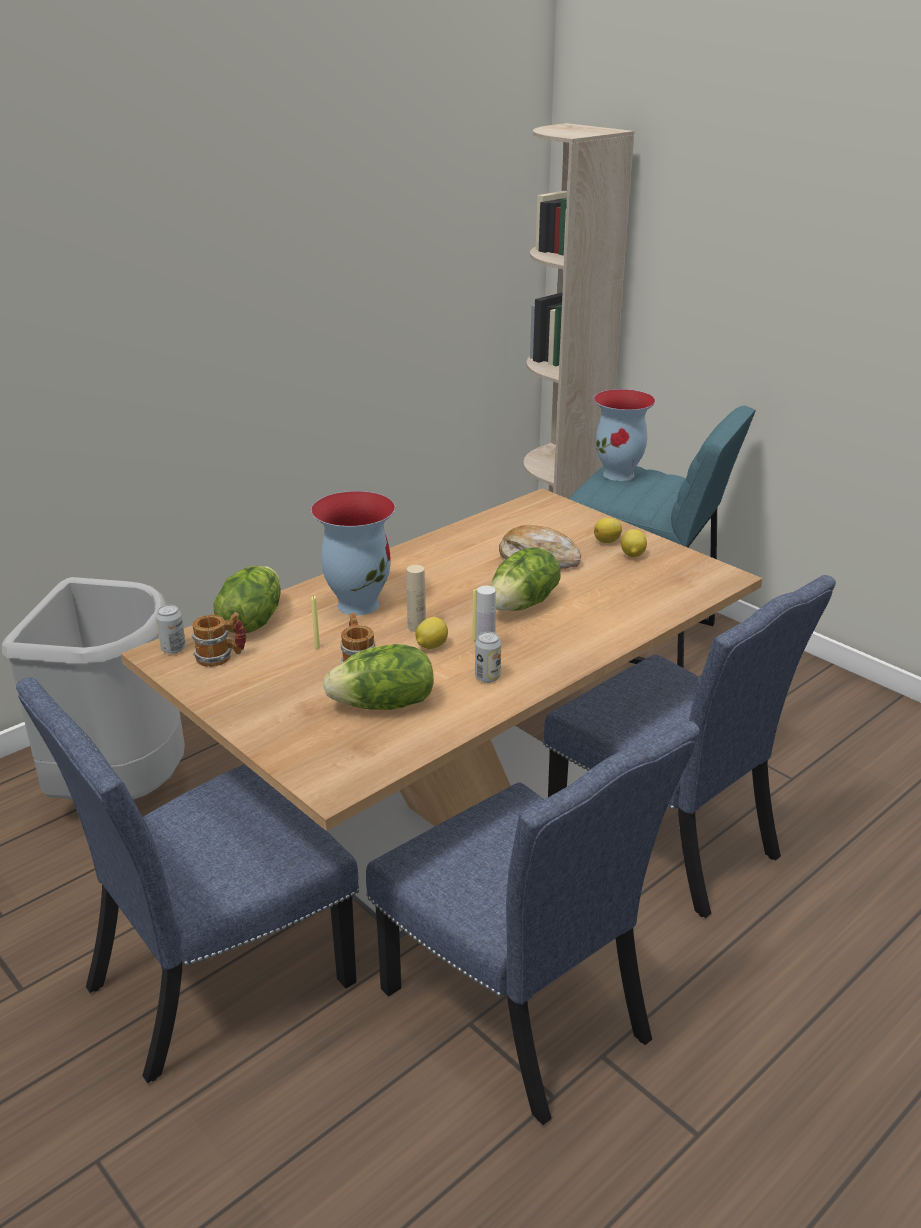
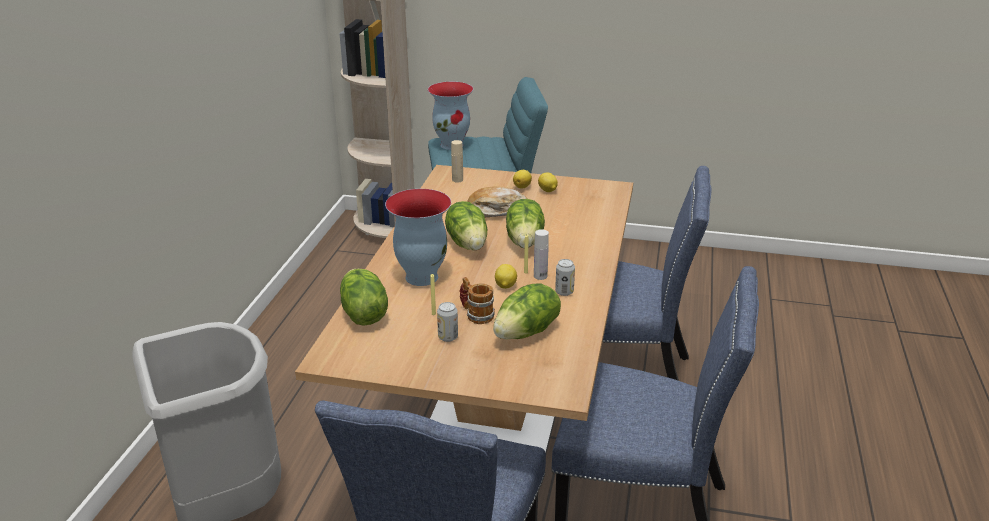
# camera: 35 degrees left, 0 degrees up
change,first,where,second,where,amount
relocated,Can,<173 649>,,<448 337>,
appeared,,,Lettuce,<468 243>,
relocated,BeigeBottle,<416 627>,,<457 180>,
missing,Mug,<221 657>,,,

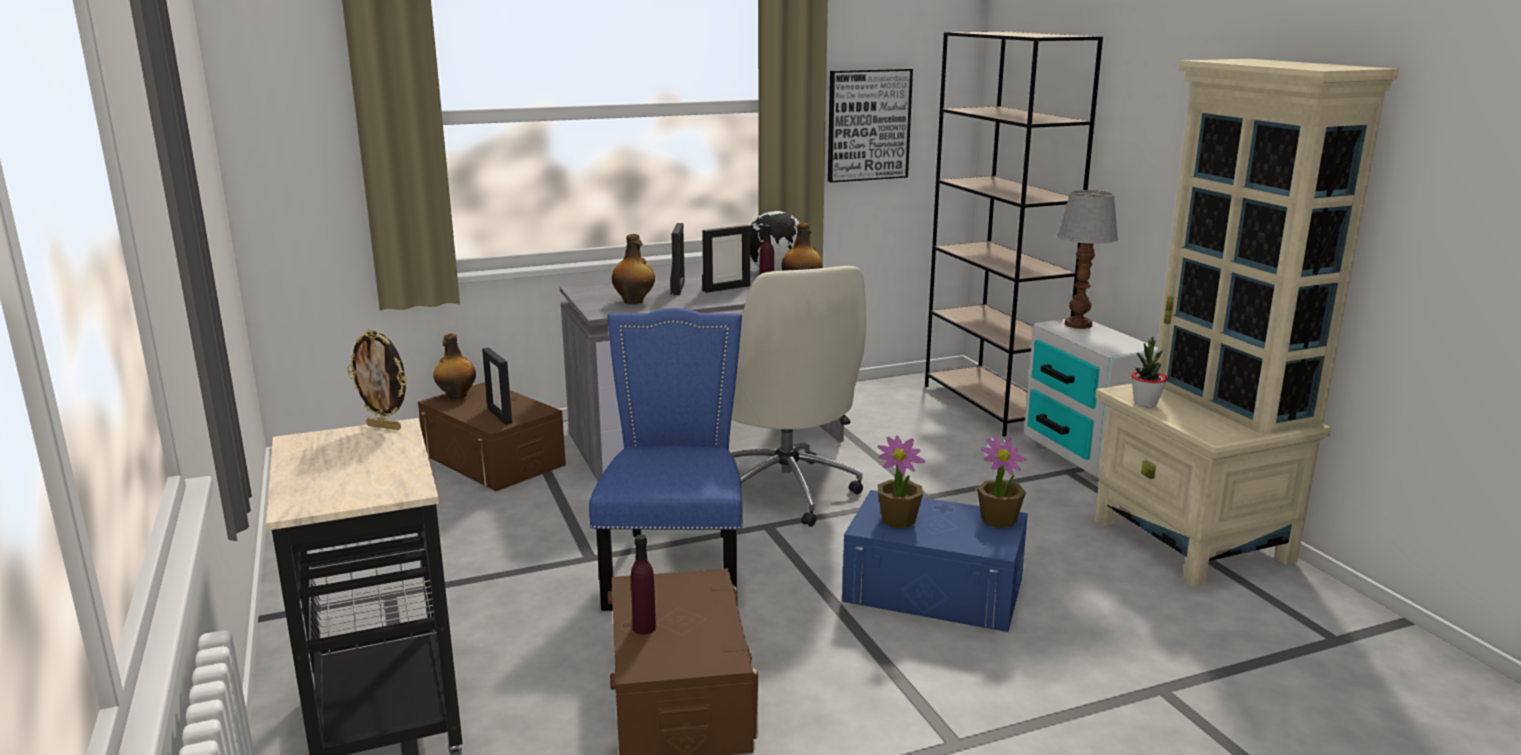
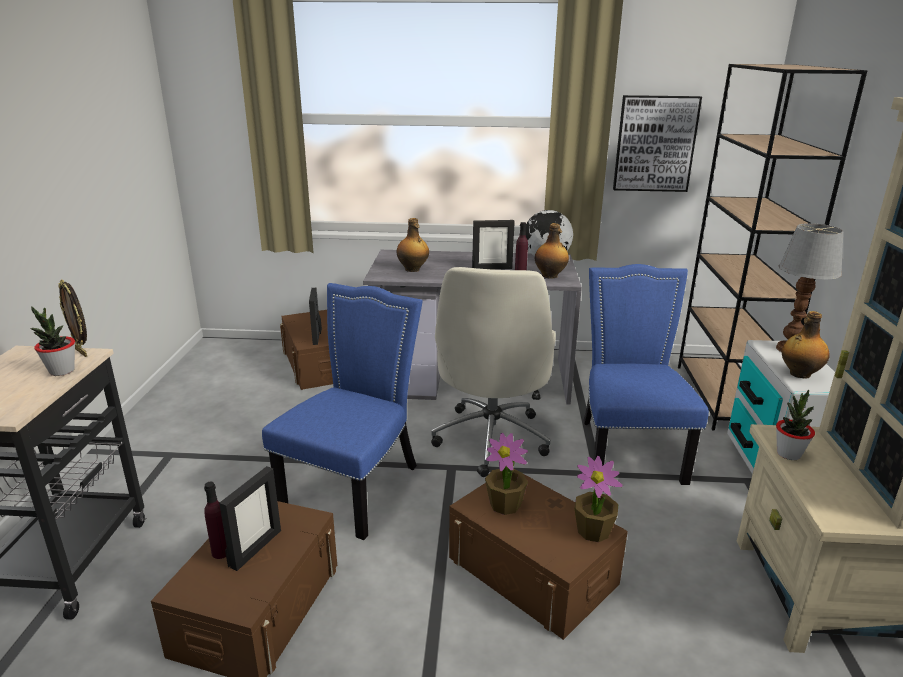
# camera: 25 degrees right, 5 degrees up
change,first,where,second,where,amount
appeared,,,PottedPlant,<61 371>,
relocated,PictureFrame,<677 288>,,<255 548>,
colour,BlueStorageBox,<934 589>,BrownStorageBox,<532 570>,
appeared,,,BlueChair,<628 453>,
relocated,Bottle,<456 396>,,<799 374>,

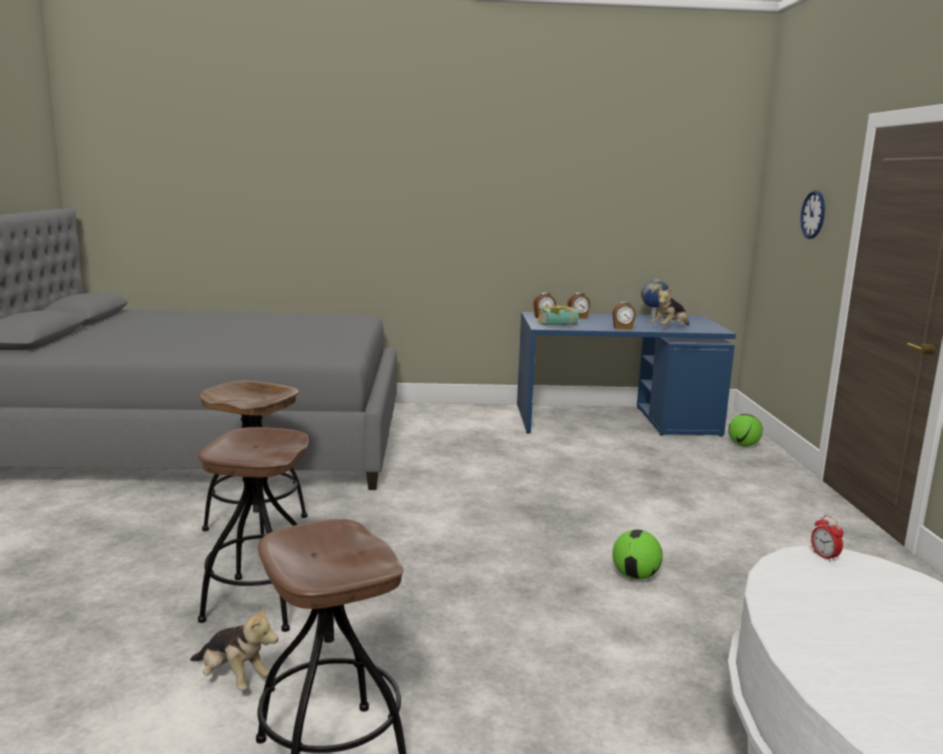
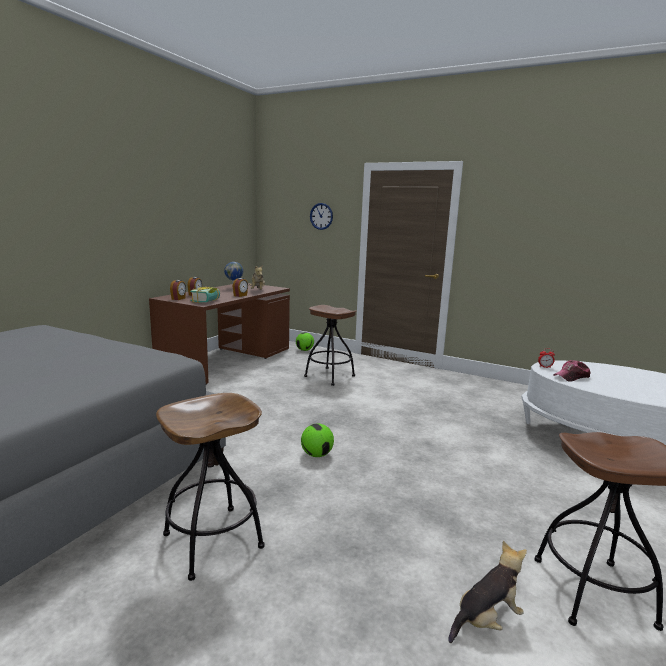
# camera: 60 degrees left, 0 degrees up
change,first,where,second,where,amount
colour,BlueDesk,<615 420>,BrownDesk,<227 359>,
relocated,Football,<635 576>,,<316 454>,
relocated,BrownStool,<261 602>,,<329 376>,
appeared,,,Cap,<571 377>,

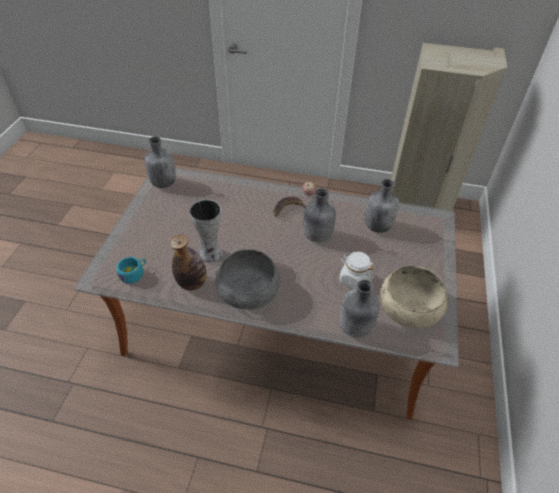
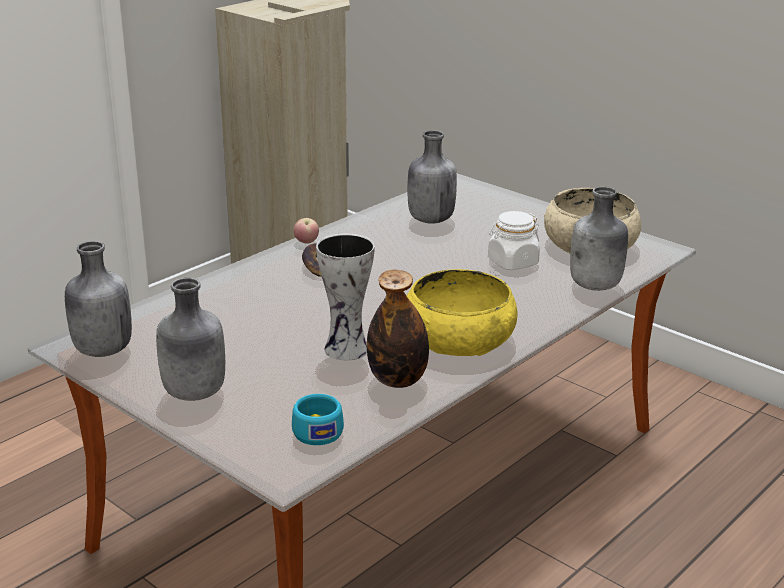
# camera: 60 degrees left, 20 degrees down
change,first,where,second,where,amount
relocated,GreyBottle,<316 236>,,<194 394>,
colour,GreyBowl,<248 290>,YellowBowl,<459 339>,

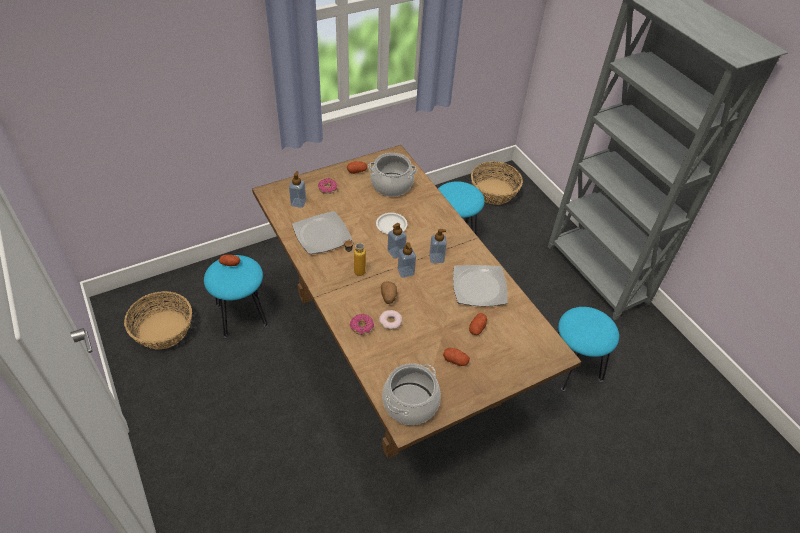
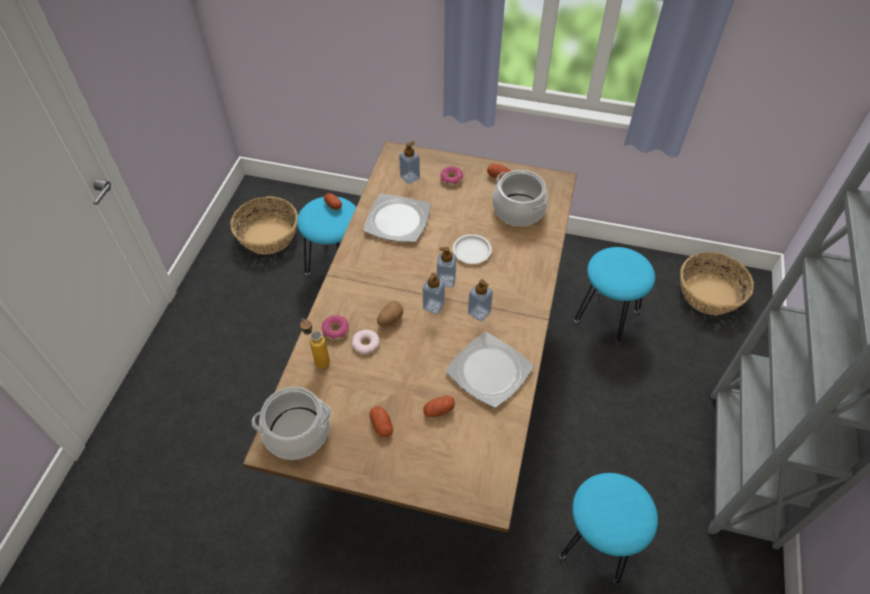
# camera: 45 degrees right, 5 degrees up
change,first,where,second,where,amount
relocated,Bottle,<354 272>,,<318 359>,

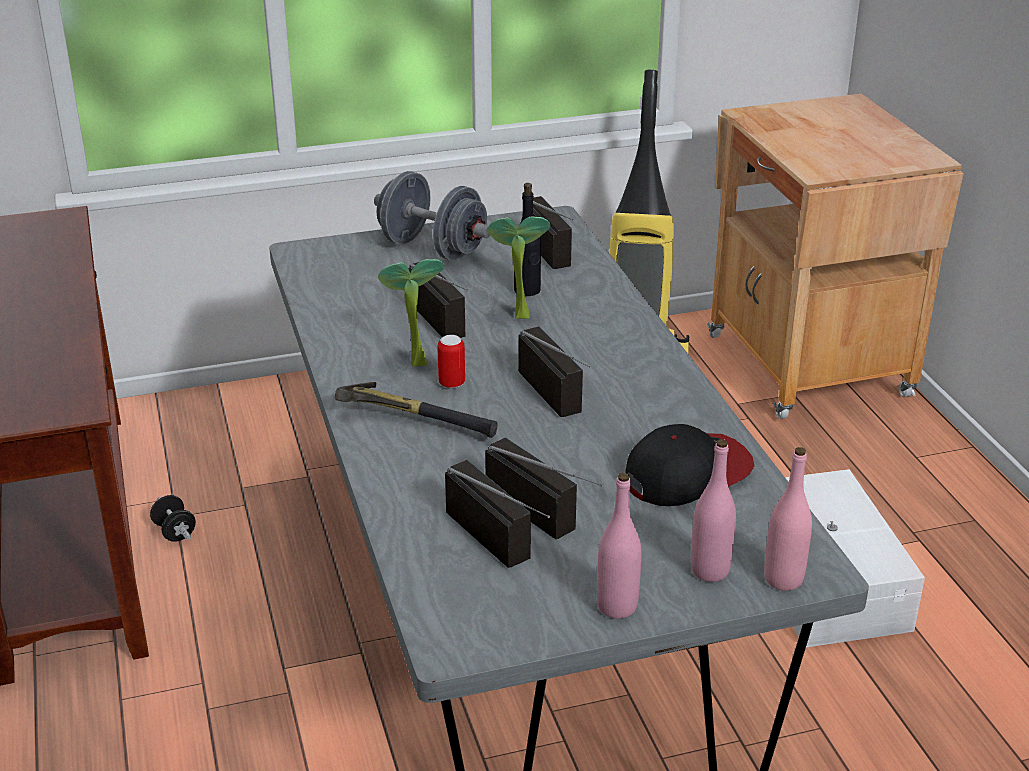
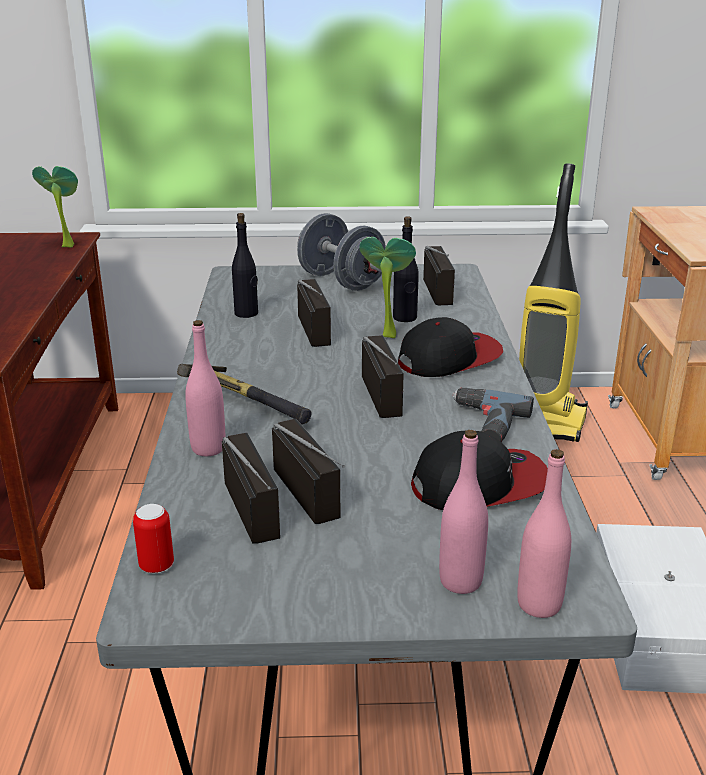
# camera: 15 degrees right, 5 degrees down
change,first,where,second,where,amount
relocated,PottedPlant,<414 361>,,<66 245>,
relocated,Can,<452 383>,,<156 566>,
relocated,PinkBottle,<617 606>,,<208 448>,
appeared,,,BlackBottle,<246 313>,
appeared,,,Cap,<449 358>,
appeared,,,PowerDrill,<483 425>,
missing,BlackDumbbell,<175 532>,,,

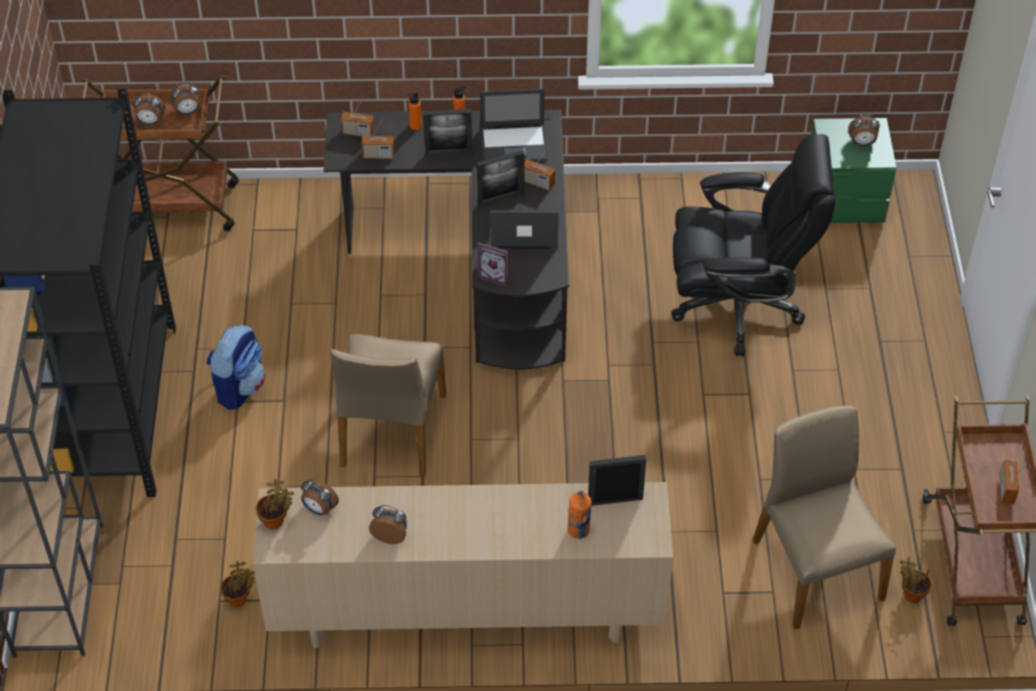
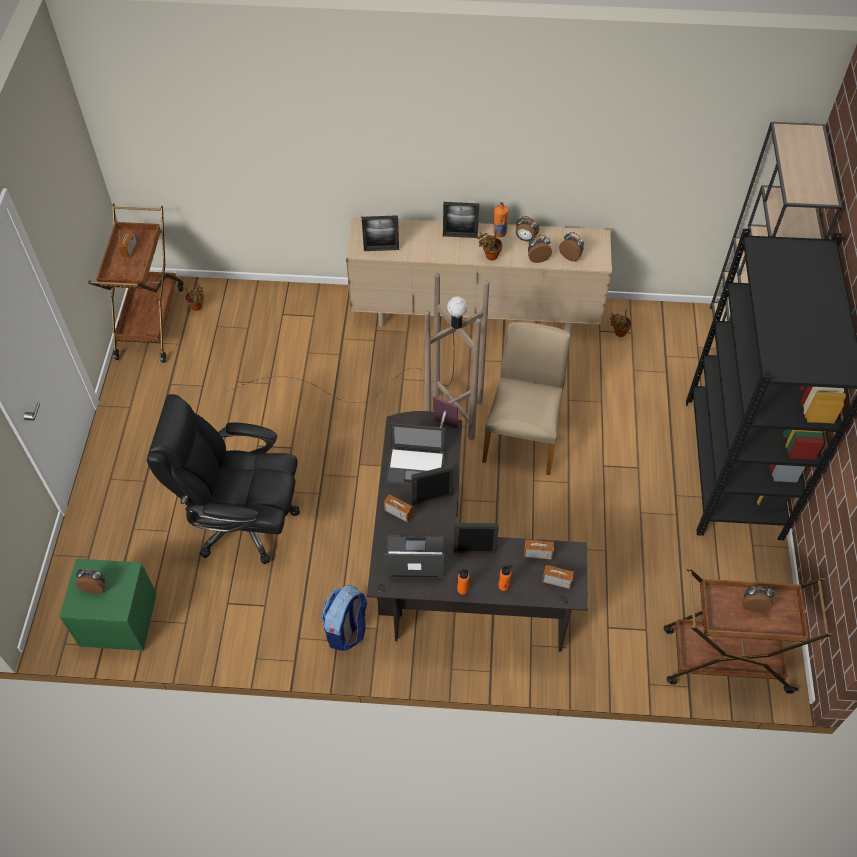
# camera: 175 degrees left, 5 degrees up
change,first,where,second,where,amount
appeared,,,BrownFloorLamp,<401 402>,
relocated,Backpack,<239 387>,,<347 630>,
appeared,,,PictureFrame,<460 235>,
relocated,PottedPlant,<276 521>,,<490 256>,
relocated,OrangeBottle,<578 531>,,<499 233>,
relocated,AlarmClock,<188 112>,,<537 258>,
missing,BeigeChair,<815 568>,,,

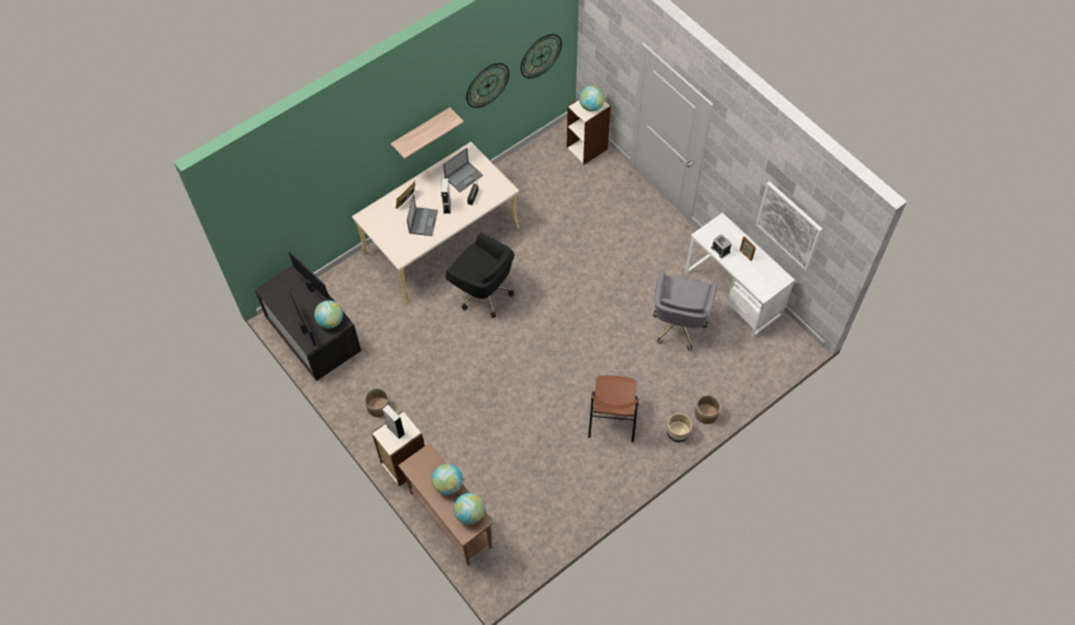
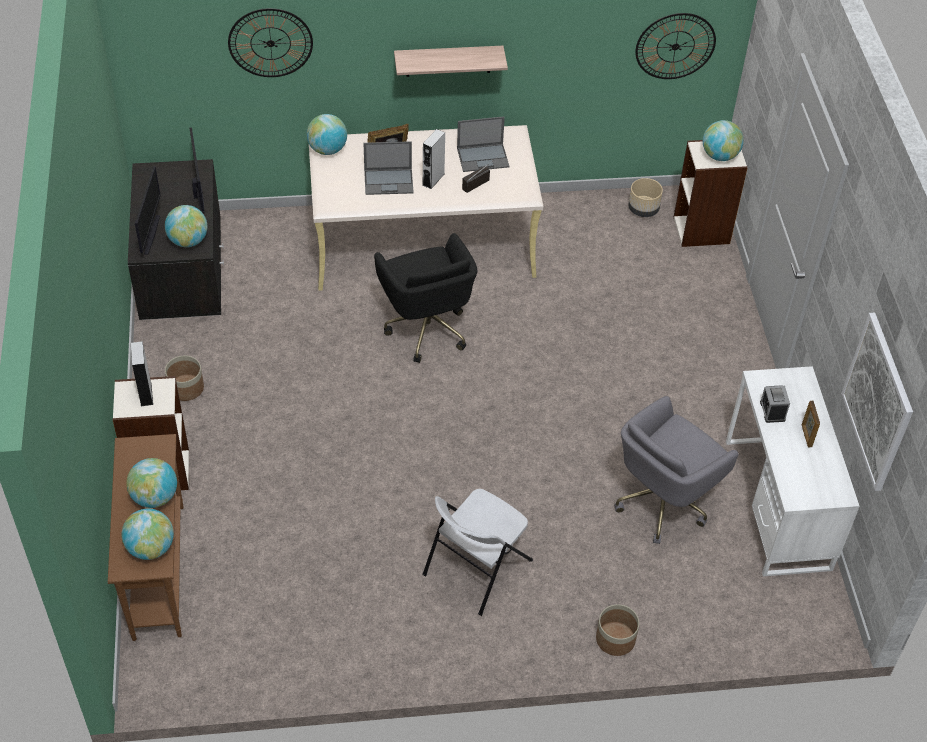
# camera: 30 degrees right, 10 degrees down
change,first,where,second,where,amount
relocated,WallClock,<487 85>,,<270 43>,
appeared,,,Globe,<327 149>,
spun,Laptop,<423 221>,,<389 181>,45 degrees clockwise
colour,BrownChair,<612 416>,WhiteChair,<477 567>,
relocated,BeigePlanter,<678 433>,,<643 209>,

